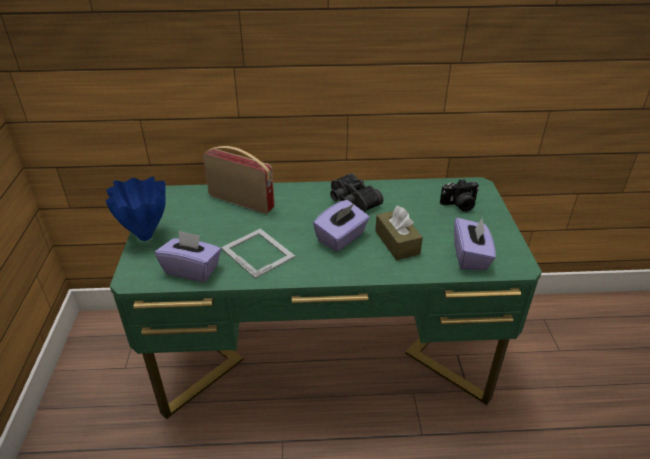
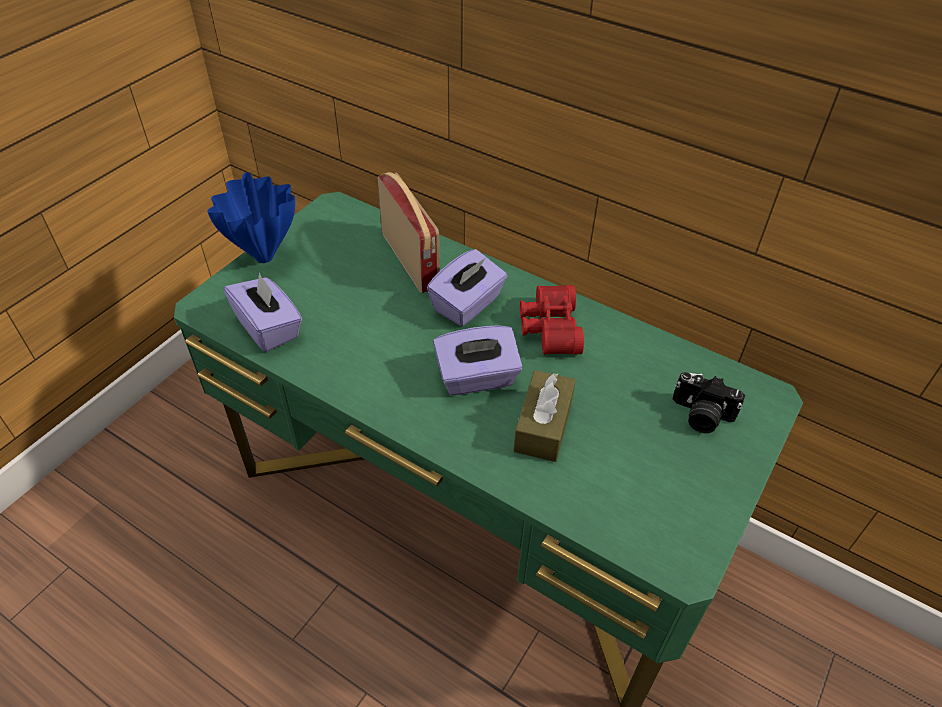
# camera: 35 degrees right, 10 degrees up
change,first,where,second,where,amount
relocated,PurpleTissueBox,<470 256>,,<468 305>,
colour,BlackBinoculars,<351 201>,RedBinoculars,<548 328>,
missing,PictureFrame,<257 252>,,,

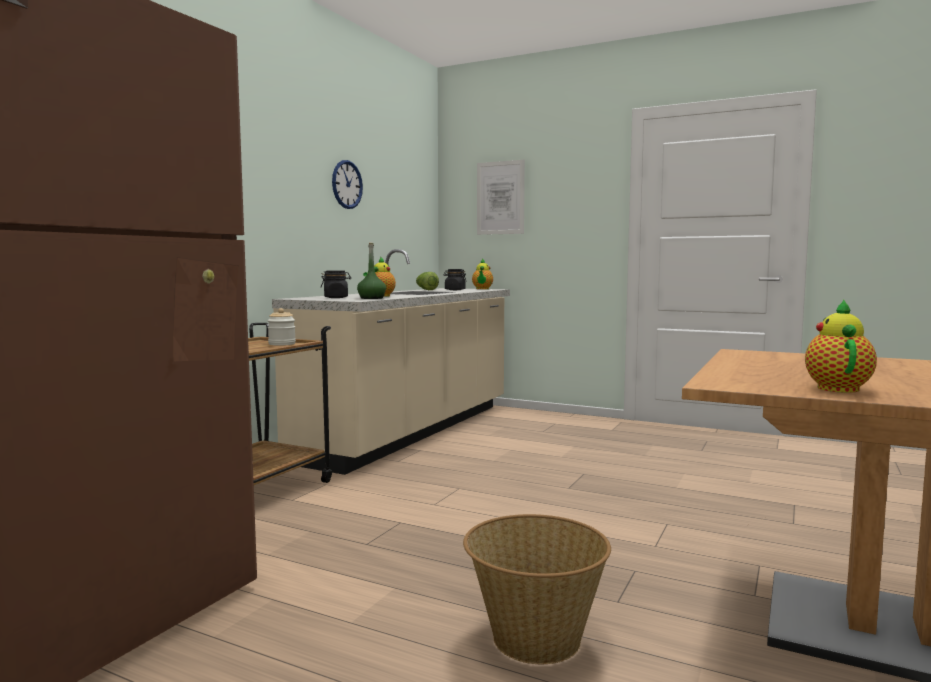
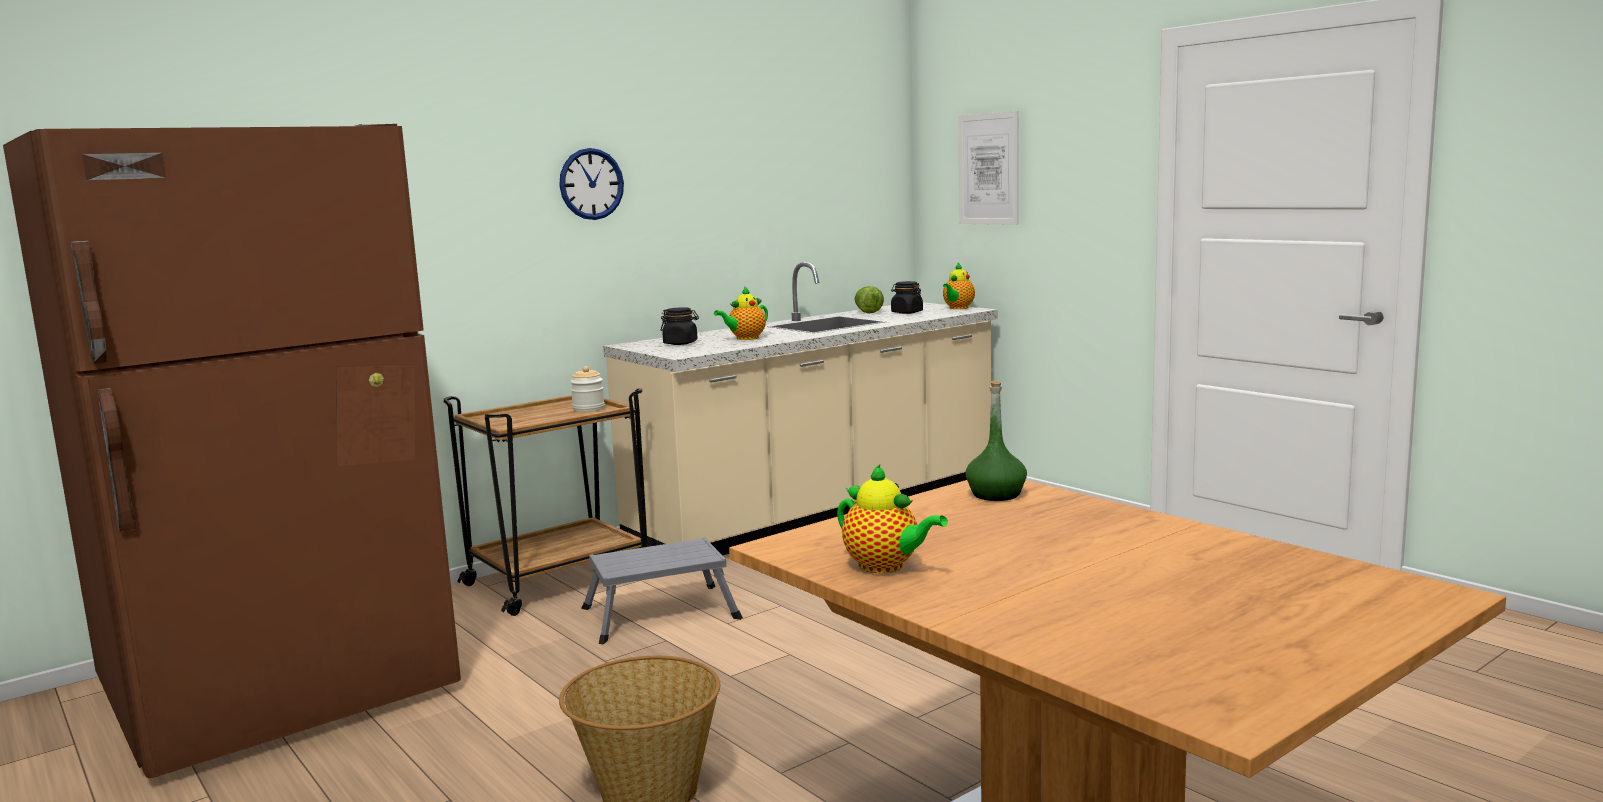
# camera: 25 degrees right, 5 degrees up
change,first,where,second,where,amount
relocated,WallClock,<347 184>,,<591 184>,
appeared,,,GreyStepLadder,<661 613>,
spun,Teapot,<836 388>,,<885 567>,90 degrees clockwise
relocated,GreenBottle,<372 298>,,<996 495>,

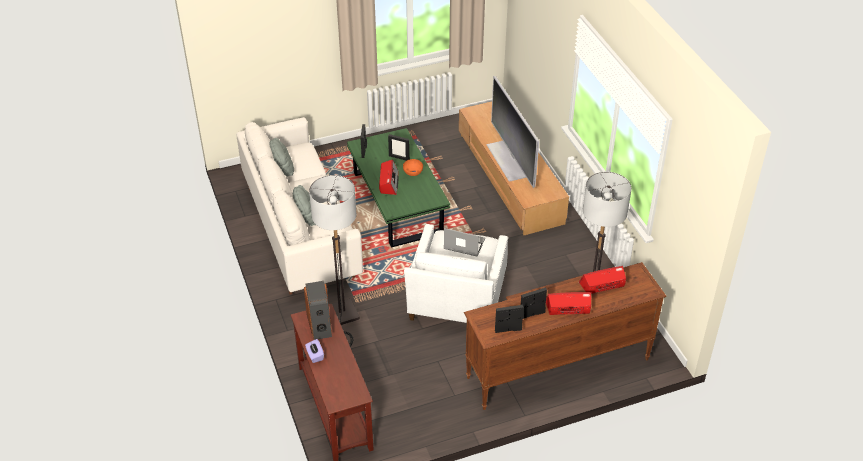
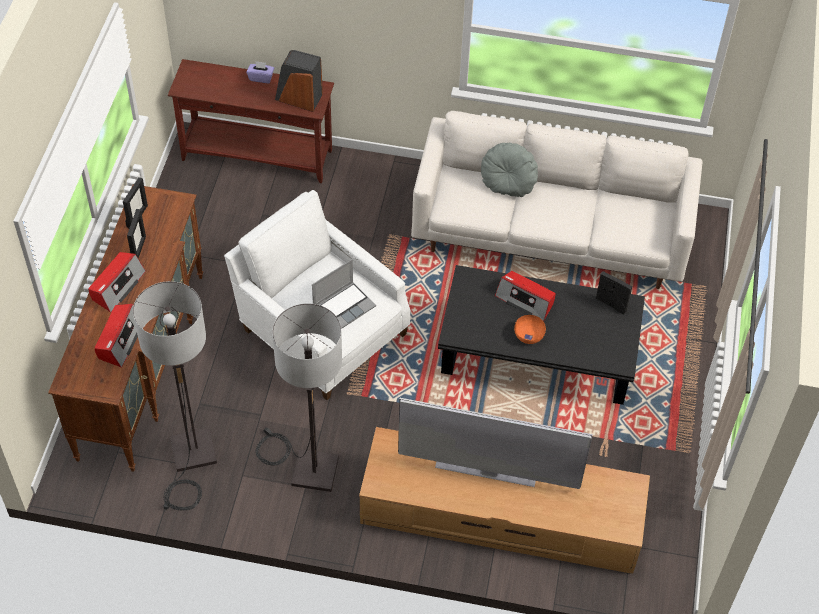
# camera: 120 degrees right, 10 degrees up
change,first,where,second,where,amount
relocated,FloorLamp,<341 322>,,<303 465>,
colour,GreenCoffeeTable,<397 202>,BlackCoffeeTable,<537 356>,
missing,GreyPillow,<283 171>,,,
missing,PictureFrame,<399 157>,,,

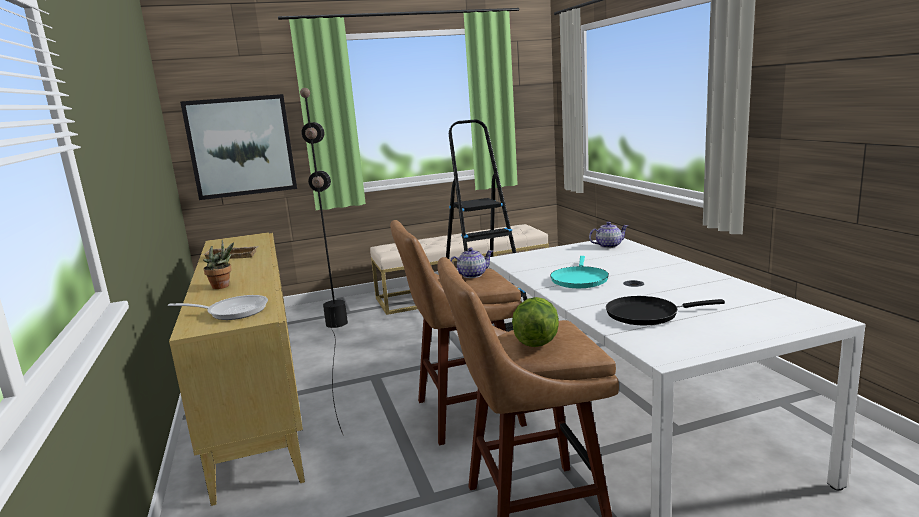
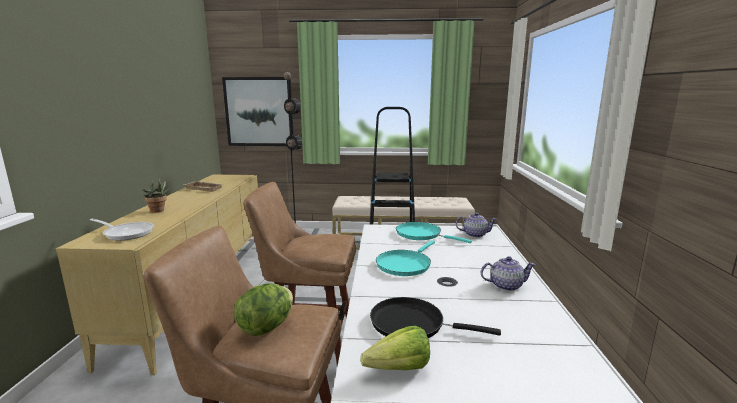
# camera: 20 degrees right, 0 degrees up
change,first,where,second,where,amount
appeared,,,Lettuce,<393 369>,
appeared,,,TurquoiseFryingPan,<421 234>,
relocated,Teapot,<471 275>,,<505 285>,

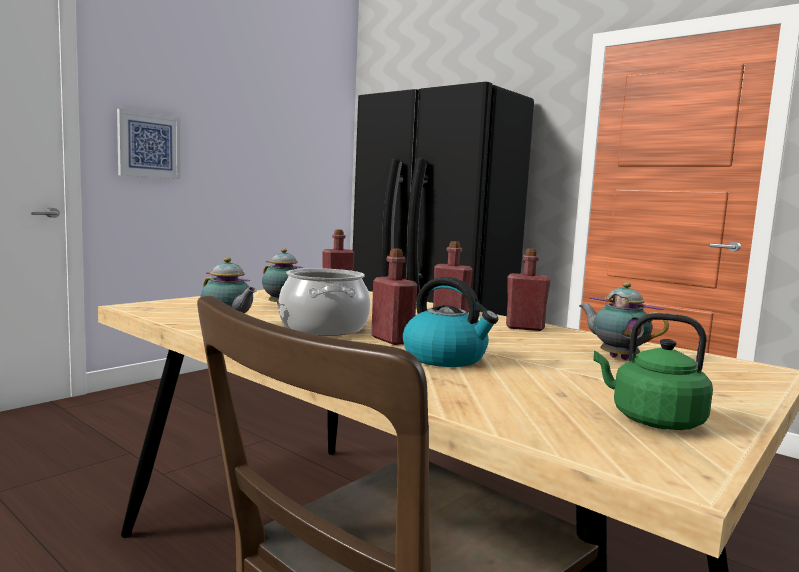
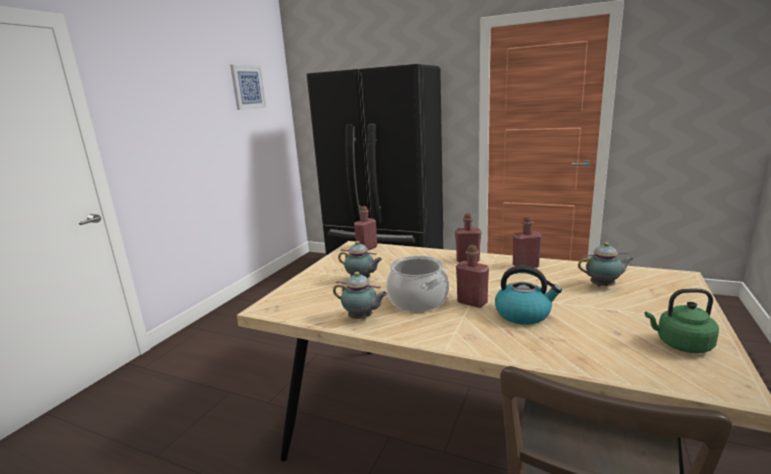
# camera: 15 degrees left, 10 degrees up
change,first,where,second,where,amount
relocated,Picture,<148 145>,,<248 87>,
spun,Teapot,<616 357>,,<604 286>,150 degrees clockwise

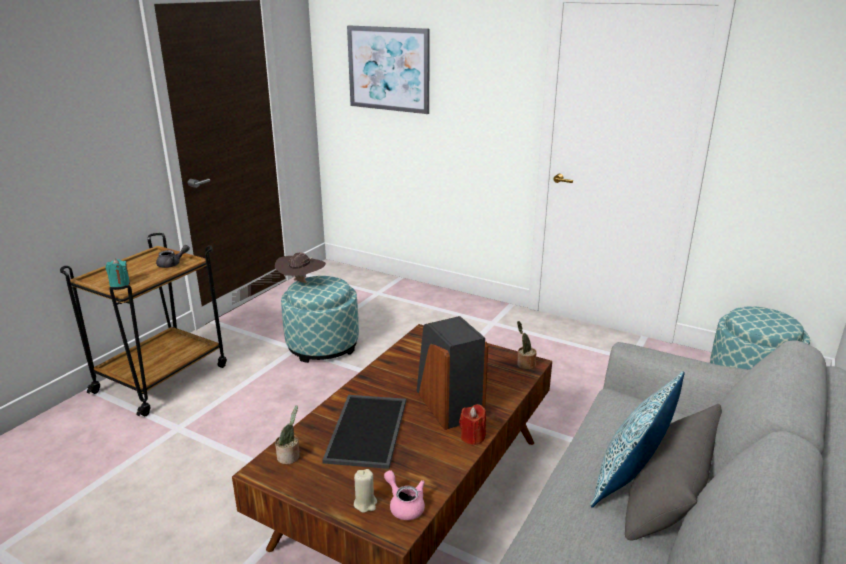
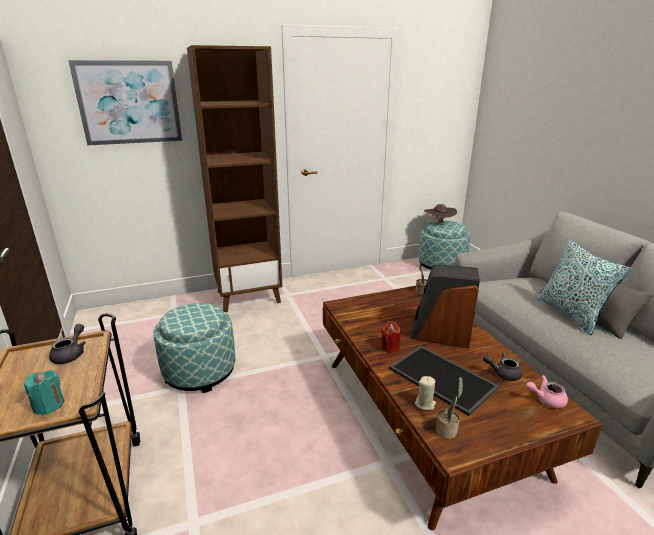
# camera: 50 degrees left, 0 degrees up
change,first,where,second,where,amount
appeared,,,BrownBookcase,<249 296>,
relocated,RedCandle,<472 437>,,<390 347>,
relocated,BeigeCandle,<365 503>,,<425 404>,
relocated,BrownHat,<301 283>,,<439 224>,
appeared,,,GreyTeapot,<502 373>,

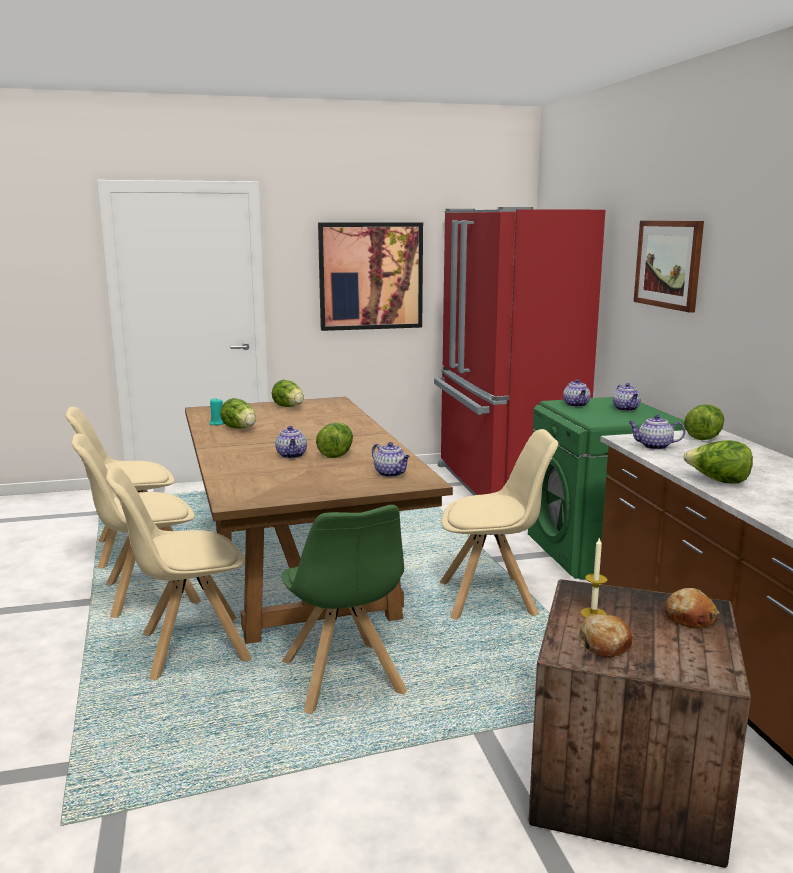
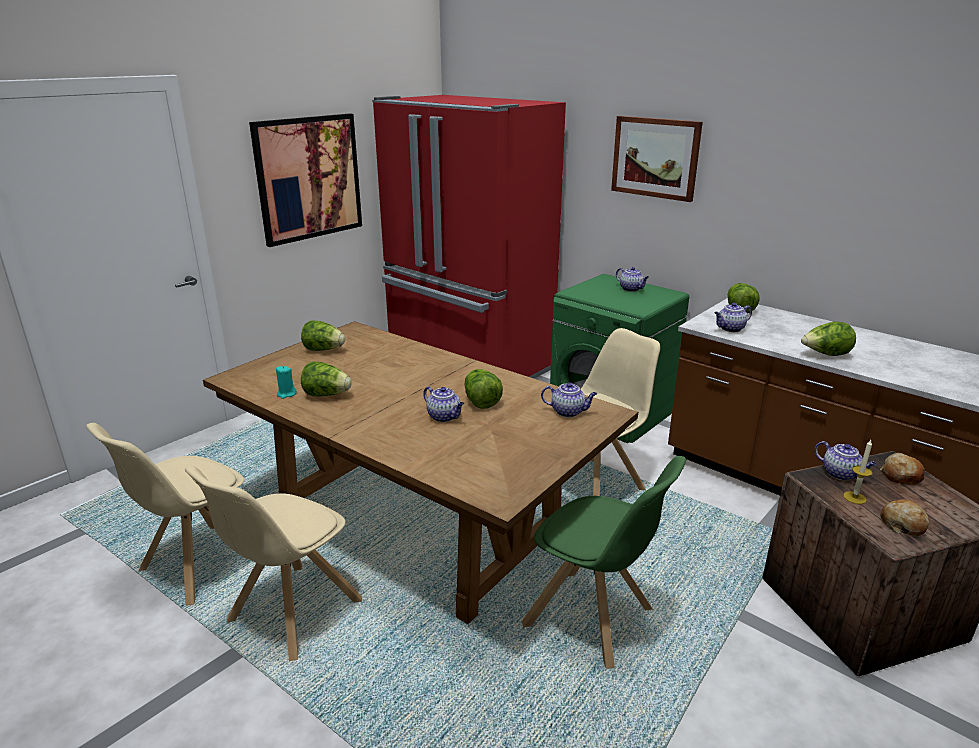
# camera: 35 degrees left, 10 degrees up
change,first,where,second,where,amount
relocated,Teapot,<576 405>,,<841 474>,
missing,BeigeChair,<188 648>,,,

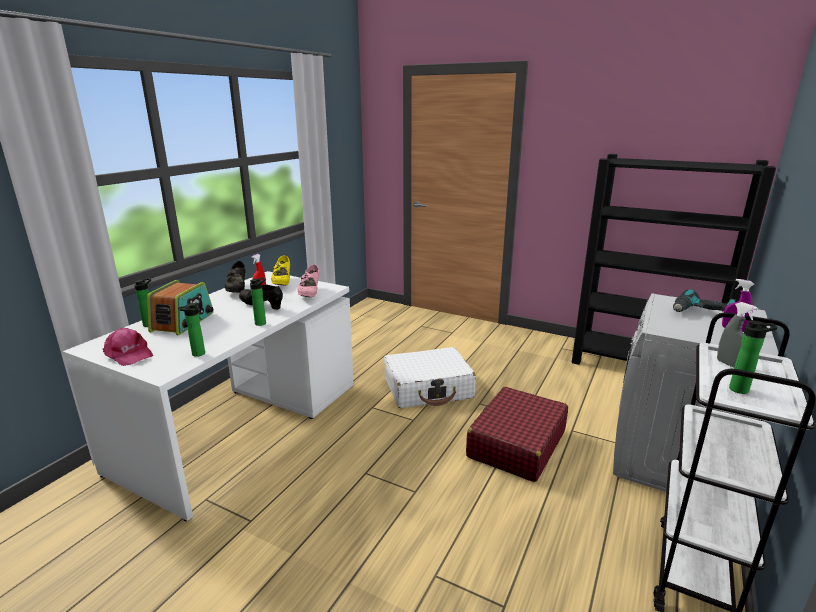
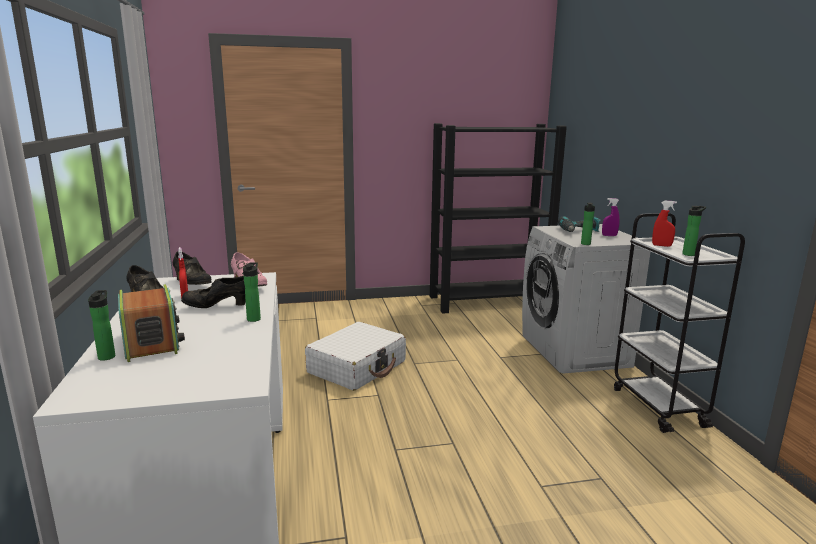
# camera: 40 degrees left, 5 degrees down
change,first,where,second,where,amount
colour,YellowShoe,<282 283>,BlackShoe,<192 284>,
relocated,Bottle,<196 354>,,<585 244>,
colour,GreySprayBottle,<729 364>,RedSprayBottle,<661 245>,
missing,PinkCap,<128 354>,,,
missing,RedSuitcase,<516 444>,,,

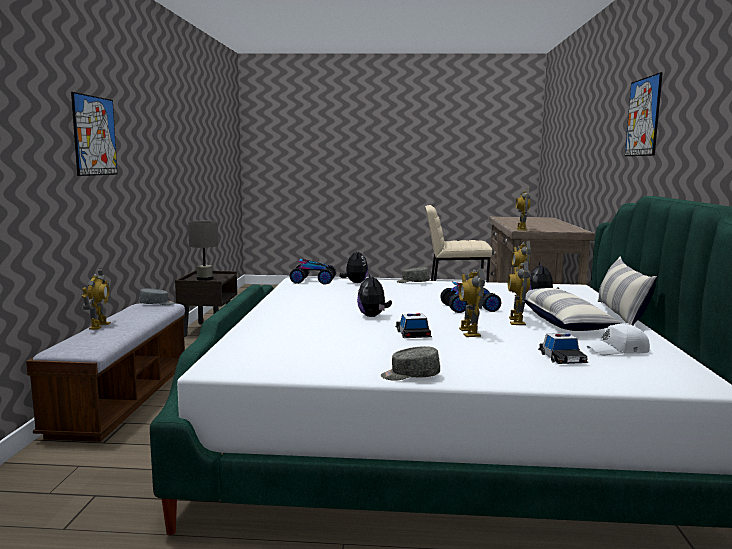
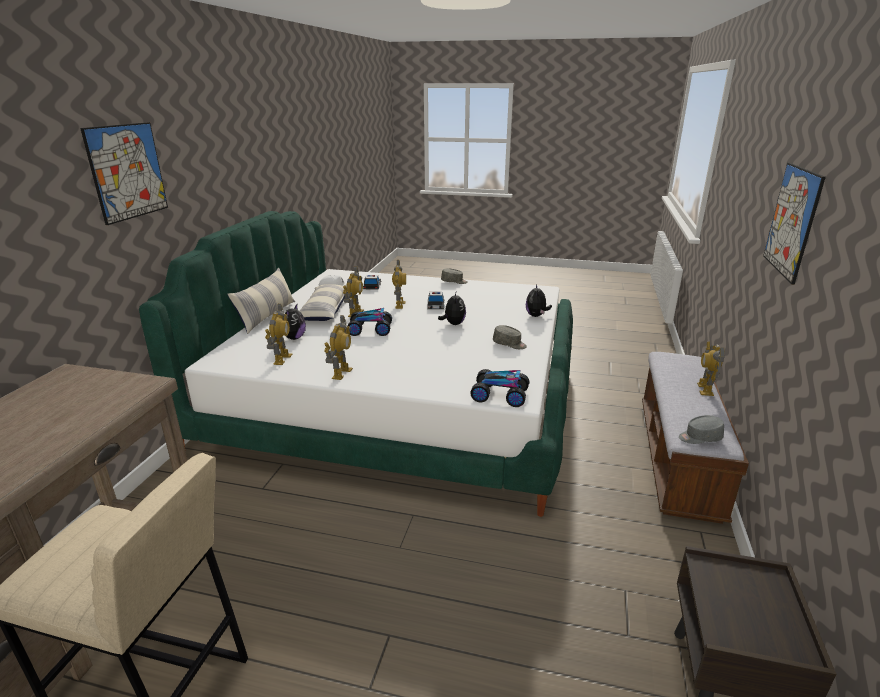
# camera: 170 degrees left, 15 degrees up
change,first,where,second,where,amount
relocated,ToyRobot,<521 229>,,<341 373>,
relocated,GreyCap,<412 282>,,<509 344>,
relocated,PlushToy,<355 283>,,<536 316>,
missing,GreyTableLamp,<204 279>,,,

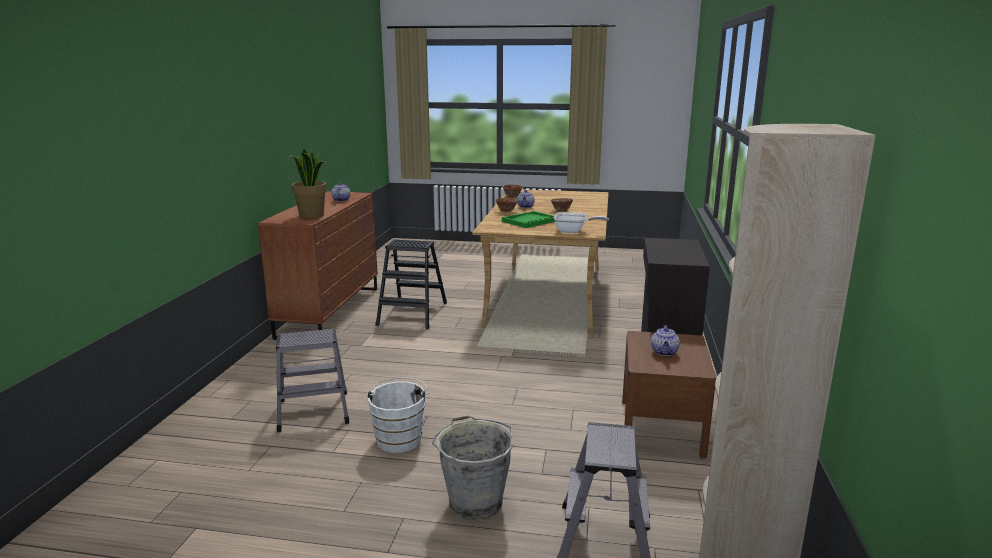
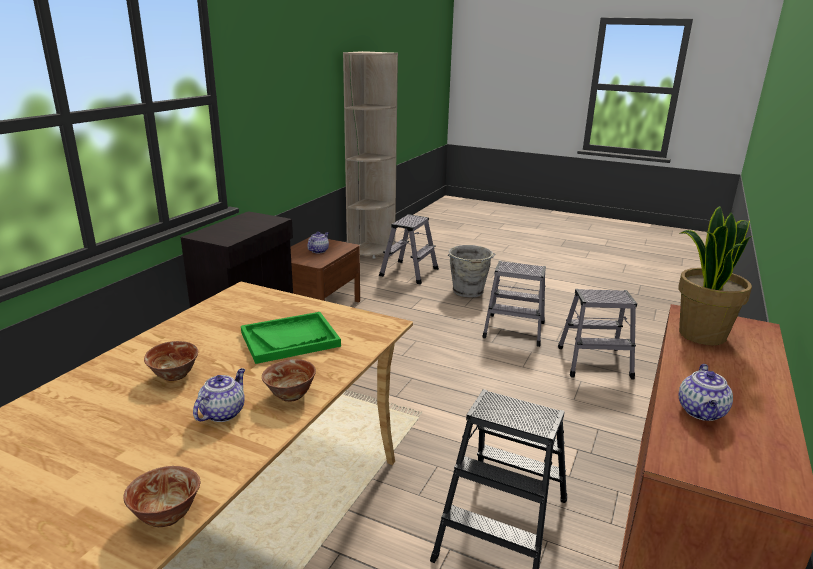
# camera: 165 degrees left, 5 degrees up
change,first,where,second,where,amount
exchanged,WhiteBucket,<400 438>,GreyStepLadder,<513 329>,
missing,FryingPan,<574 231>,,,

